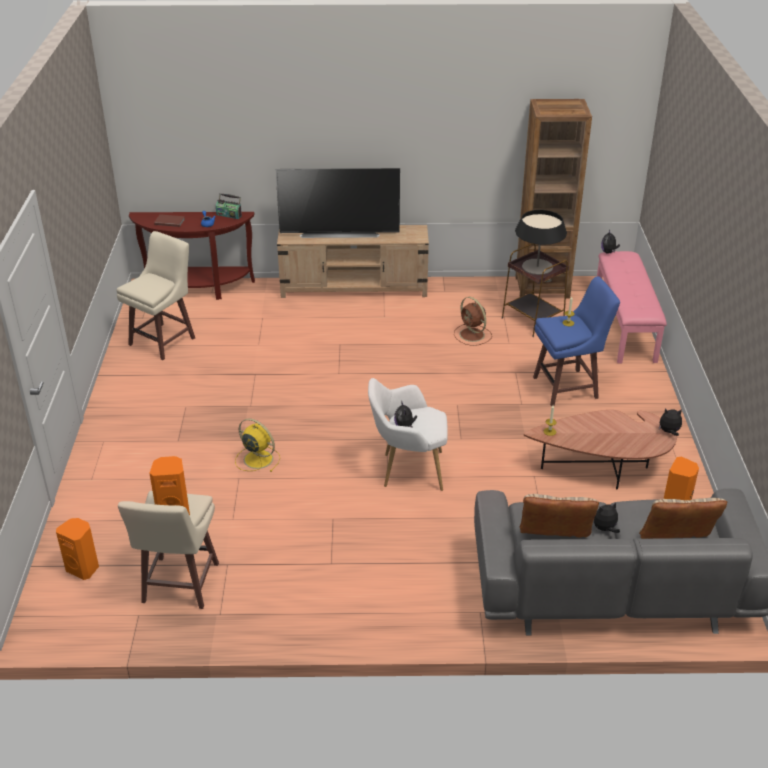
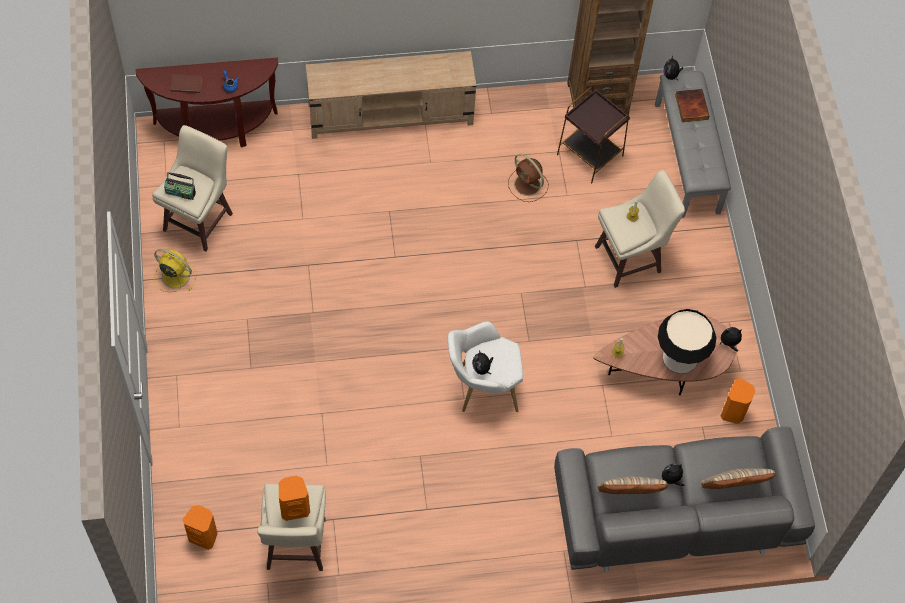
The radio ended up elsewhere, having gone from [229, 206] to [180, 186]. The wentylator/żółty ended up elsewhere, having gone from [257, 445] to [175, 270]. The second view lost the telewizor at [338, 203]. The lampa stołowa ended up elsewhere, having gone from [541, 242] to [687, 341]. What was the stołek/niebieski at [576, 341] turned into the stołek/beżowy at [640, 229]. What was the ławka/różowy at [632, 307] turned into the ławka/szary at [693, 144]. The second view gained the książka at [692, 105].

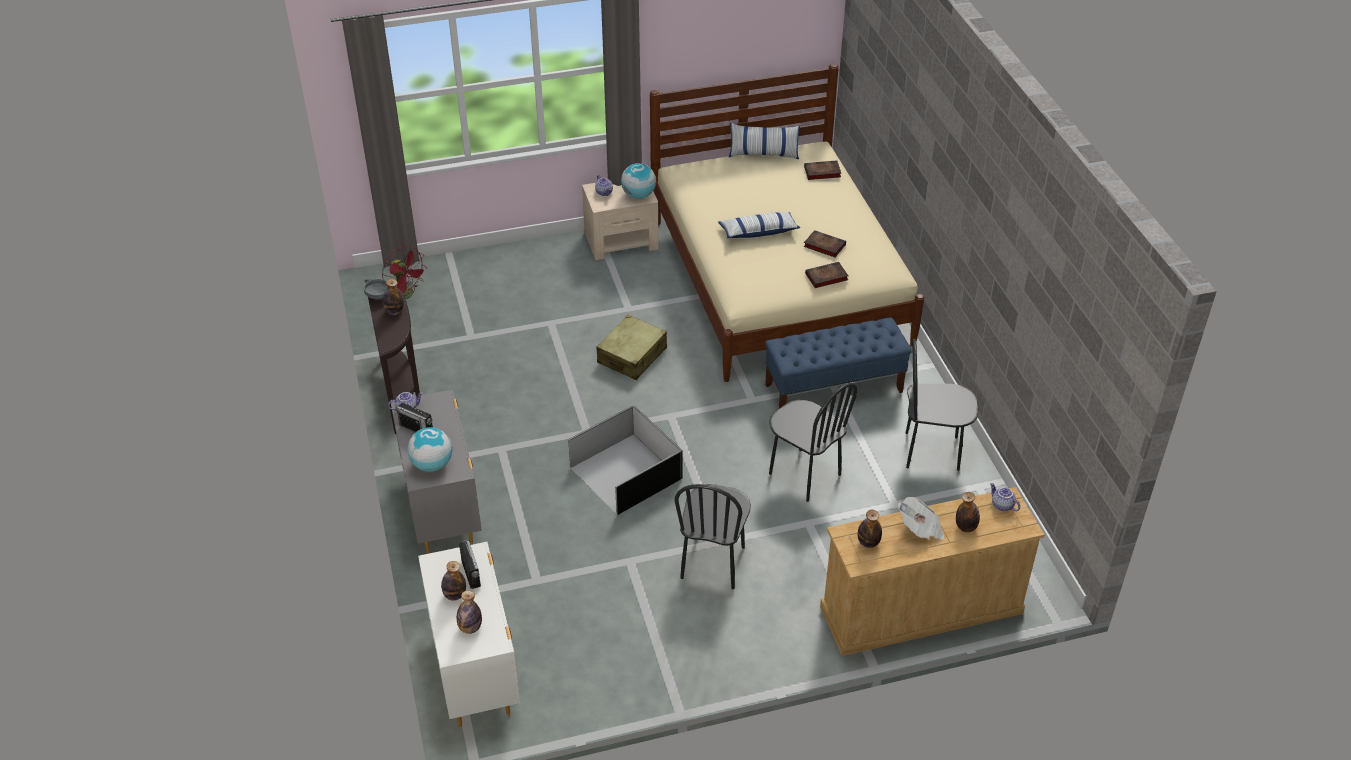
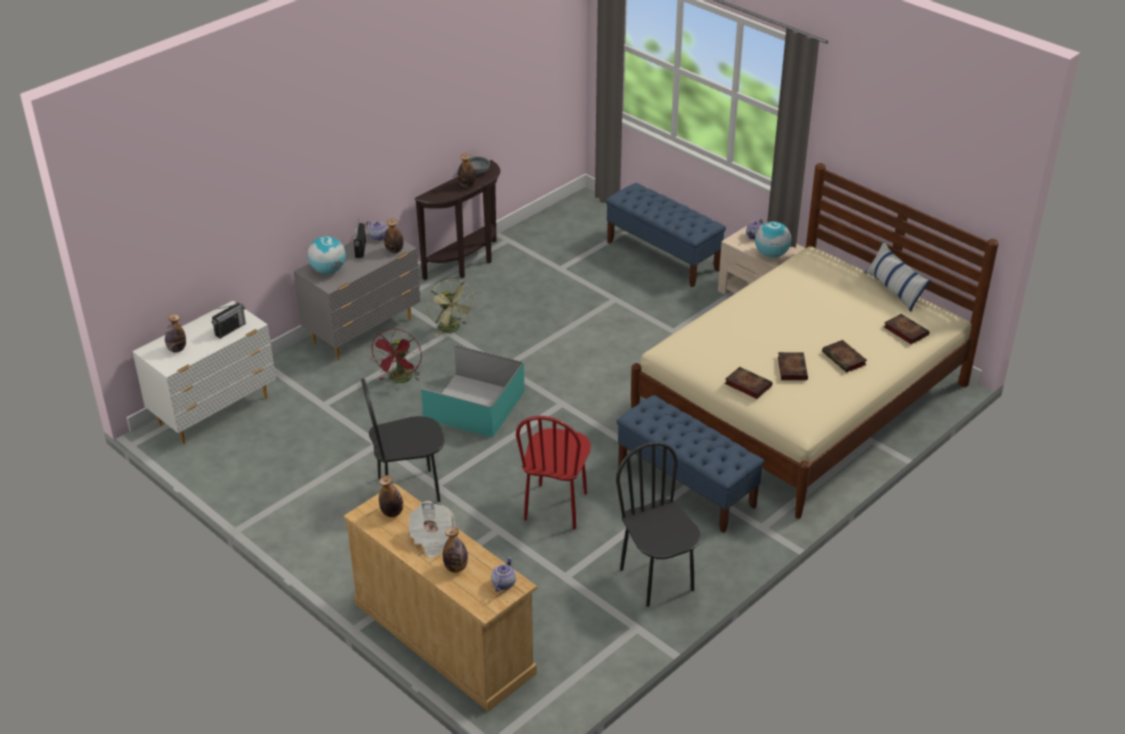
The wentylator/czerwony ended up elsewhere, having gone from [404, 272] to [396, 355]. The butelka ended up elsewhere, having gone from [453, 581] to [393, 236]. What was the pojemnik do przechowywania/czarny at [625, 460] turned into the pojemnik do przechowywania/turkusowy at [472, 391]. The second view lost the walizka/beżowy at [632, 347]. The second view lost the poduszka at [759, 225]. What was the krzesło/czarny at [813, 442] turned into the krzesło/czerwony at [553, 473]. The second view gained the wentylator/zielony at [451, 308]. The second view gained the ławka/niebieski at [666, 235]. The second view gained the książka at [844, 356].

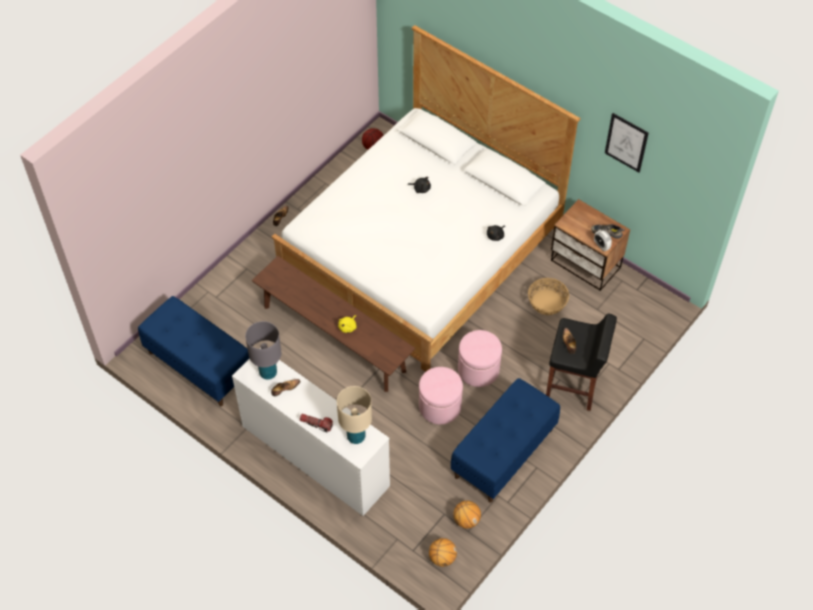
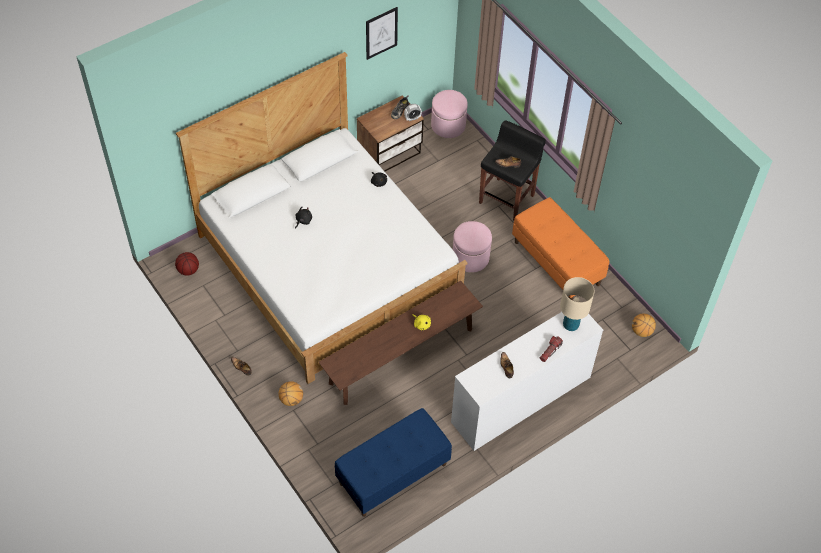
The second view lost the lampa stołowa/szary at [263, 350]. The pufa/różowy ended up elsewhere, having gone from [441, 396] to [449, 114]. What was the ławka/niebieski at [505, 440] turned into the ławka/pomarańczowy at [560, 248]. The piłka do koszykówki ended up elsewhere, having gone from [467, 515] to [290, 393]. The second view lost the koszyk at [548, 296].

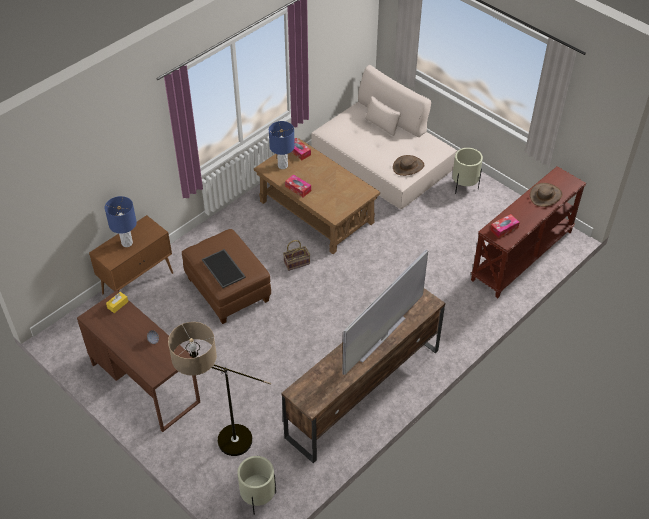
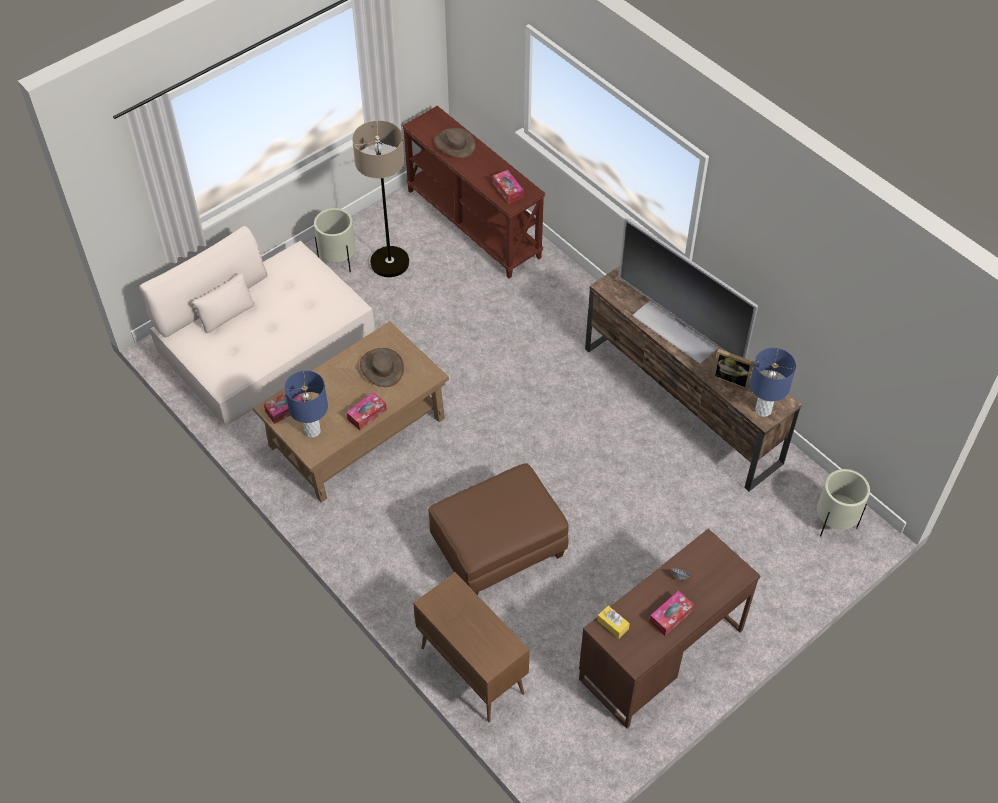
The lampa stołowa/niebieski ended up elsewhere, having gone from [121, 221] to [773, 382]. The lampa stojąca ended up elsewhere, having gone from [219, 389] to [380, 198]. The second view lost the taca at [224, 268]. The second view lost the koszyk at [296, 255]. The kapelusz/brązowy ended up elsewhere, having gone from [408, 165] to [382, 367]. The second view gained the pudełko chusteczek at [671, 613]. The second view gained the ramka na zdjęcie at [733, 370].

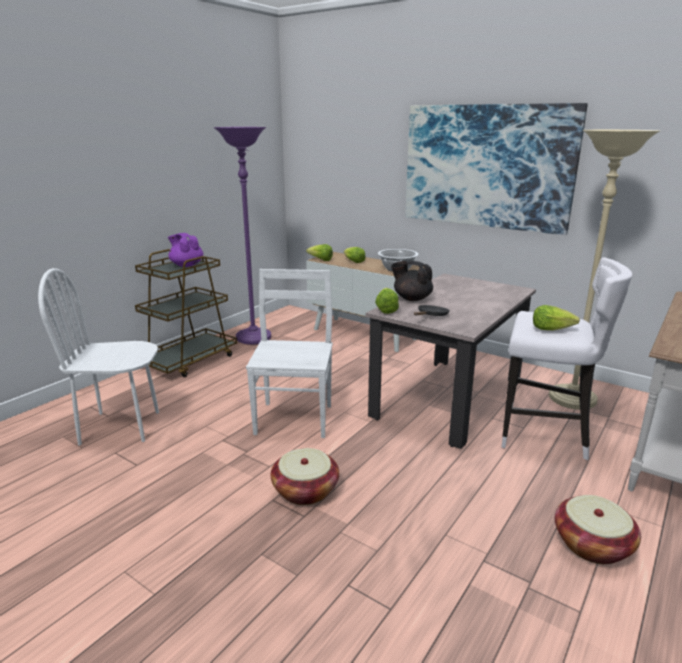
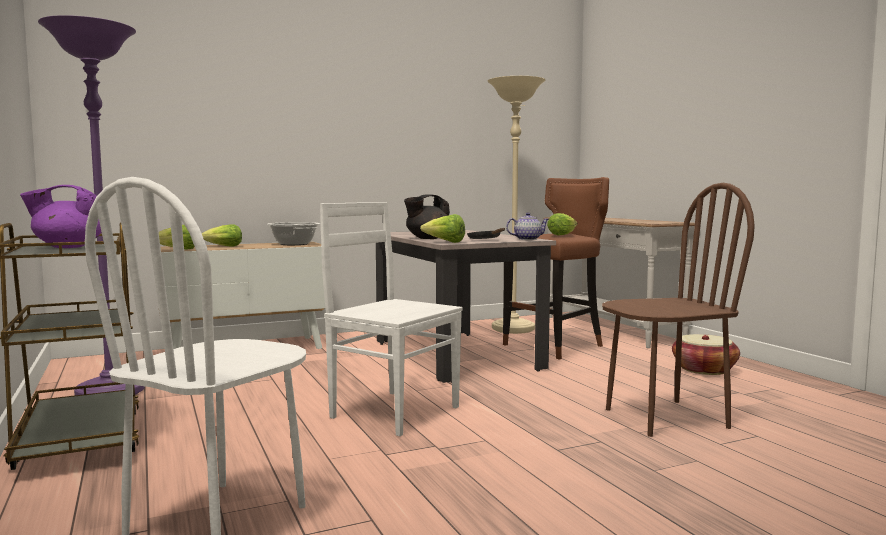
The second view lost the koszyk at [305, 476]. The second view lost the obraz at [496, 169]. What was the stołek/biały at [567, 359] turned into the stołek/brązowy at [556, 268]. The second view gained the imbryk at [527, 226]. The second view gained the krzesło/brązowy at [678, 310].

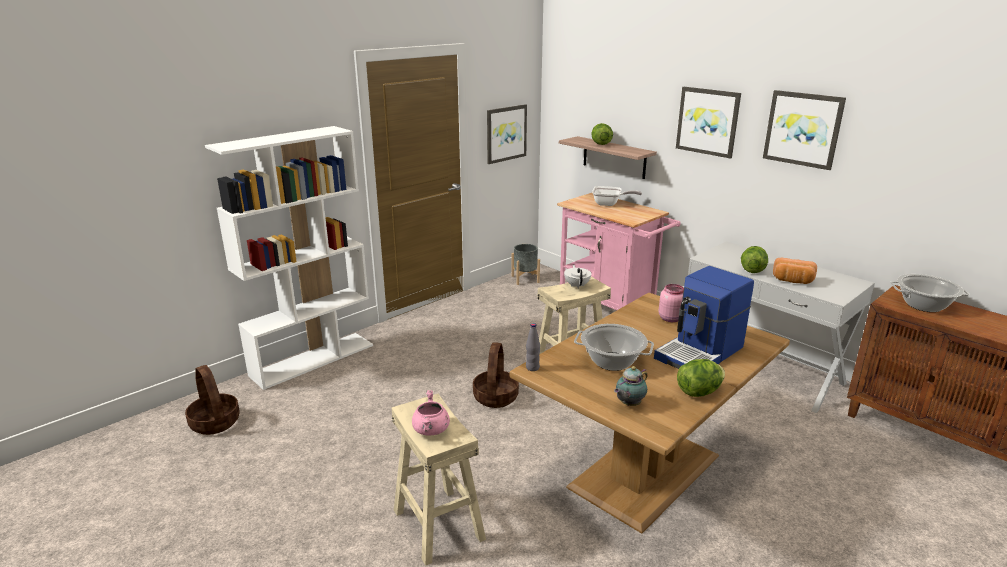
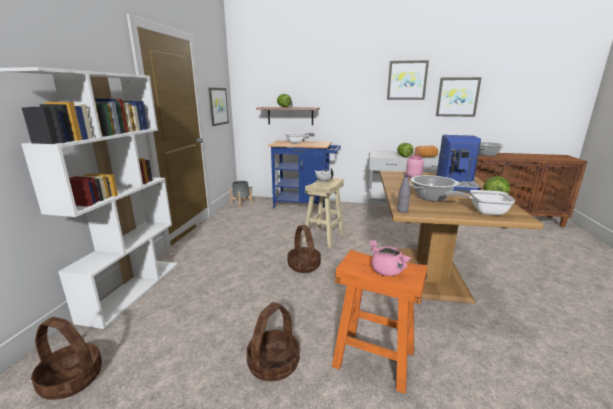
What was the stołek/beżowy at [439, 479] turned into the stołek/pomarańczowy at [379, 322]. What was the wózek/różowy at [619, 251] turned into the wózek/niebieski at [304, 174]. Where the imbryk stood at [630, 386], the patelnia came to stand at [480, 202]. The obraz ended up elsewhere, having gone from [708, 123] to [459, 97]. The second view gained the koszyk at [273, 342].

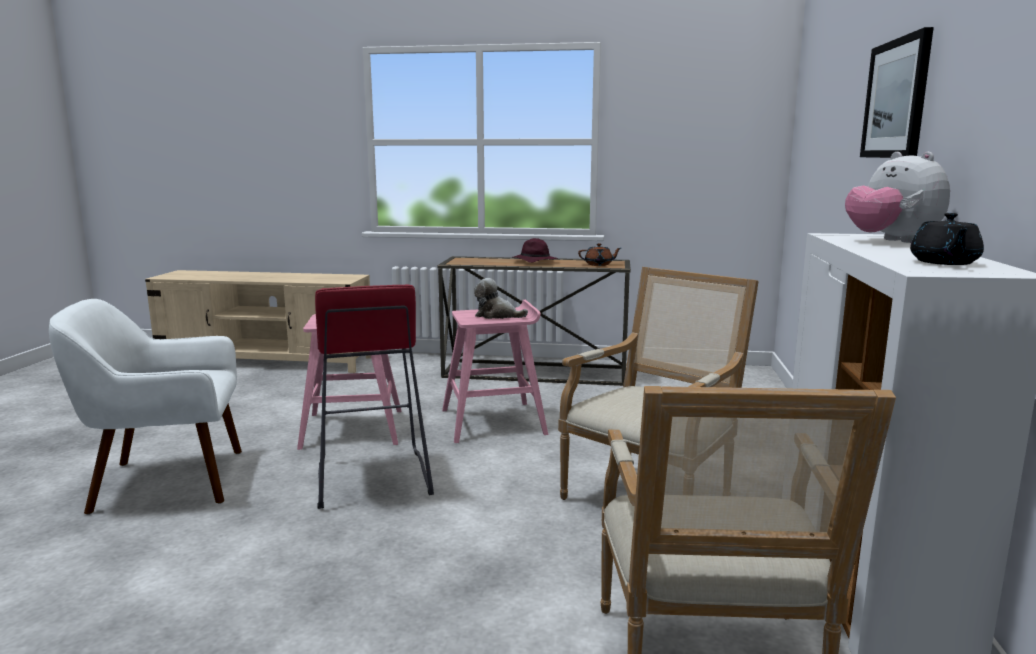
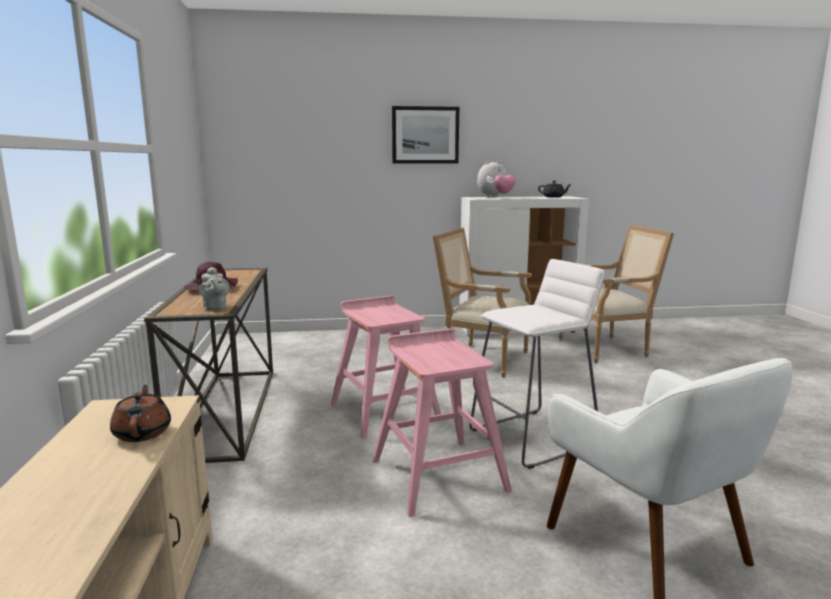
What was the stołek/czerwony at [374, 396] turned into the stołek/biały at [536, 364]. The second view lost the pluszak at [501, 298]. The imbryk/brązowy ended up elsewhere, having gone from [599, 254] to [140, 413]. The second view gained the imbryk/szary at [214, 288].

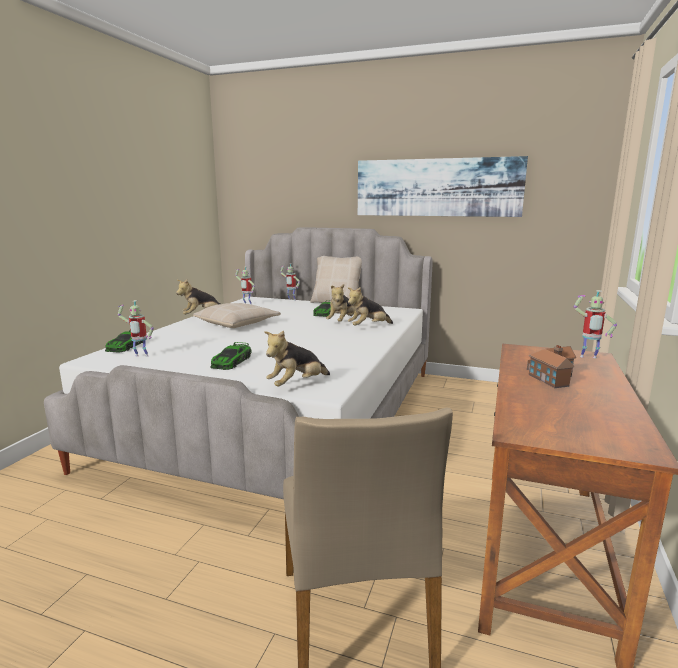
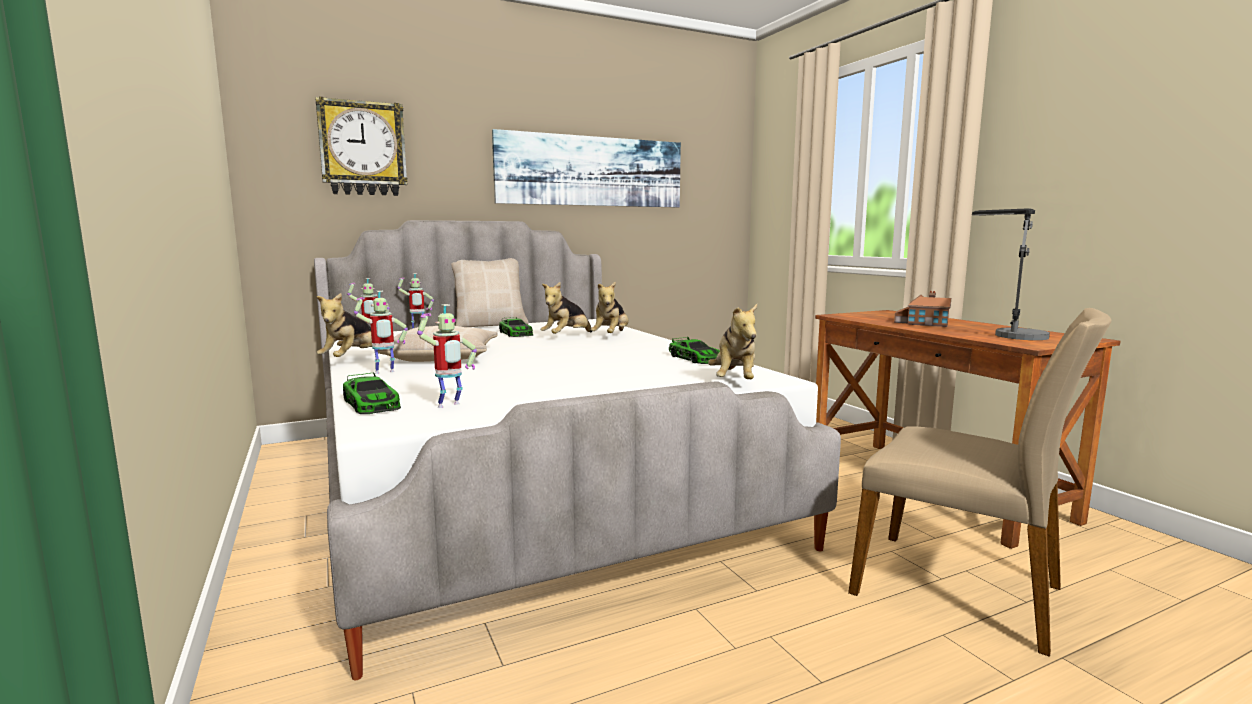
The samochodzik ended up elsewhere, having gone from [230, 356] to [694, 350]. The pluszak at [340, 303] ended up facing another way, 60 degrees clockwise from before. The robot zabawkowy ended up elsewhere, having gone from [595, 324] to [381, 332]. The second view gained the zegar ścienny at [361, 146]. The second view gained the lampa stołowa at [1011, 274].

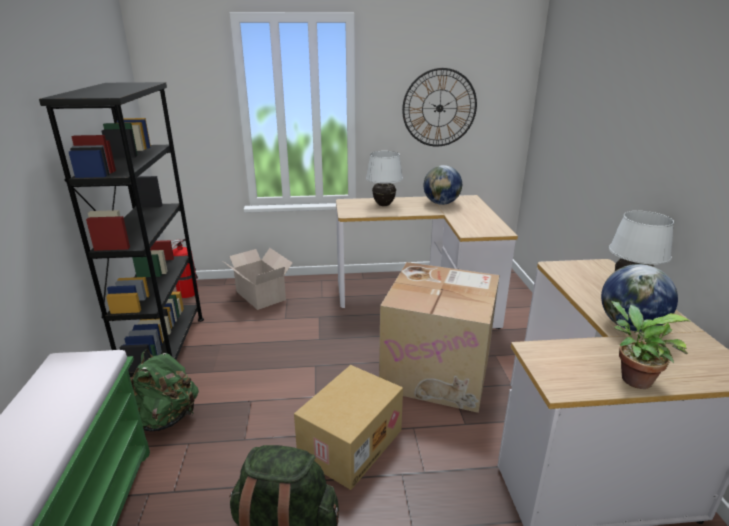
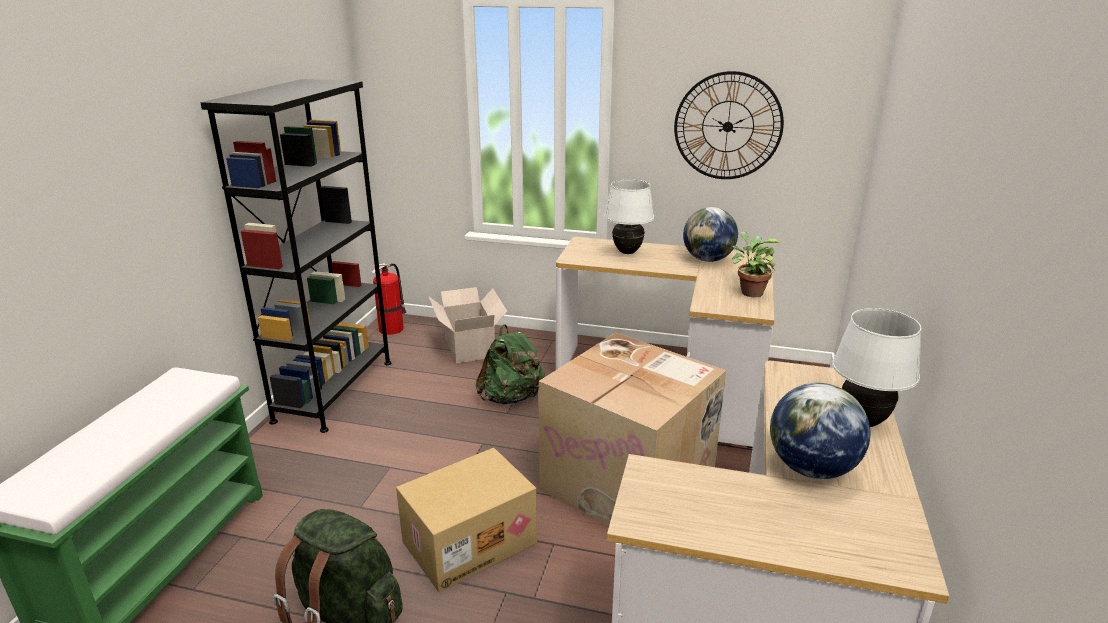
The plecak/zielony ended up elsewhere, having gone from [165, 390] to [510, 364]. The roślina doniczkowa ended up elsewhere, having gone from [650, 345] to [756, 264].

